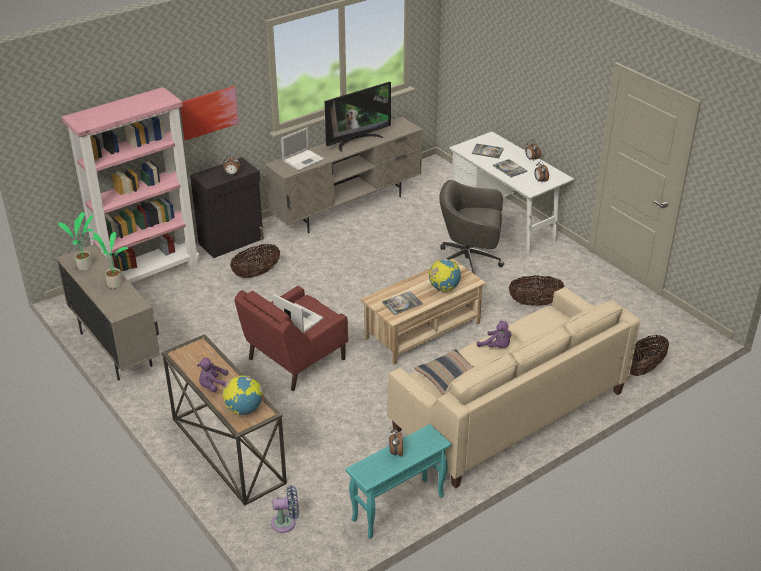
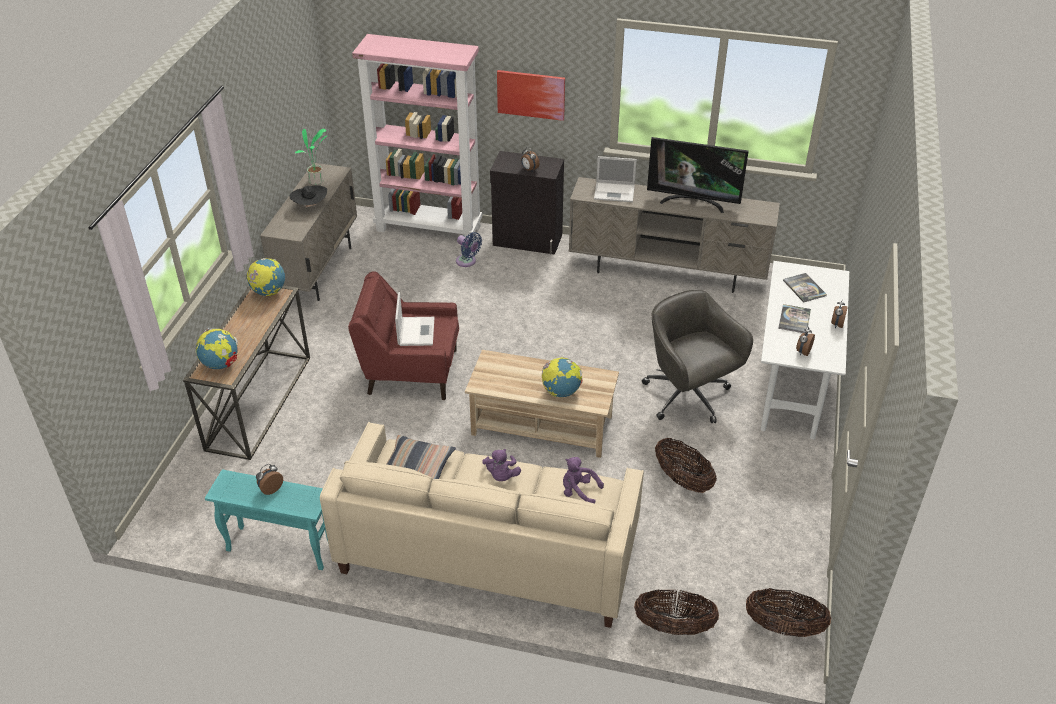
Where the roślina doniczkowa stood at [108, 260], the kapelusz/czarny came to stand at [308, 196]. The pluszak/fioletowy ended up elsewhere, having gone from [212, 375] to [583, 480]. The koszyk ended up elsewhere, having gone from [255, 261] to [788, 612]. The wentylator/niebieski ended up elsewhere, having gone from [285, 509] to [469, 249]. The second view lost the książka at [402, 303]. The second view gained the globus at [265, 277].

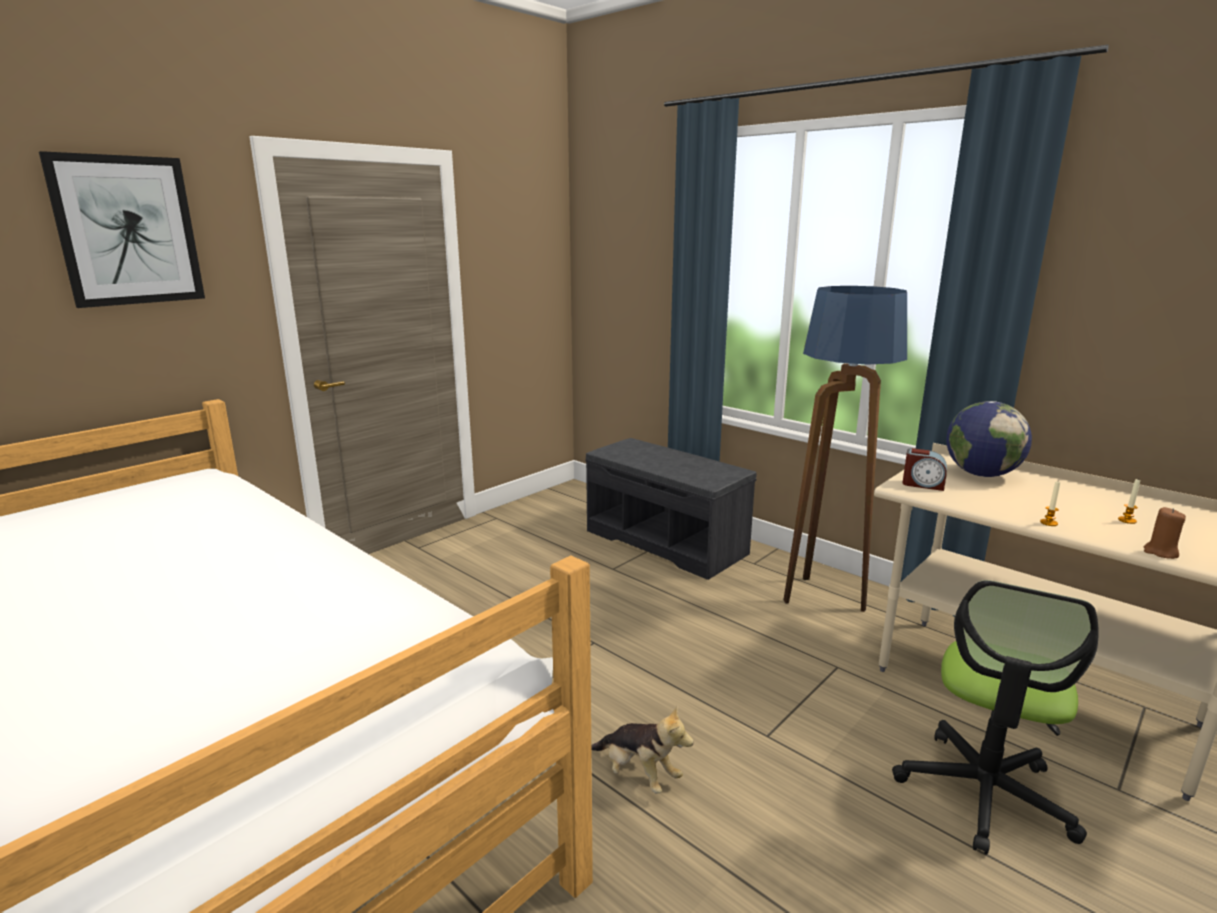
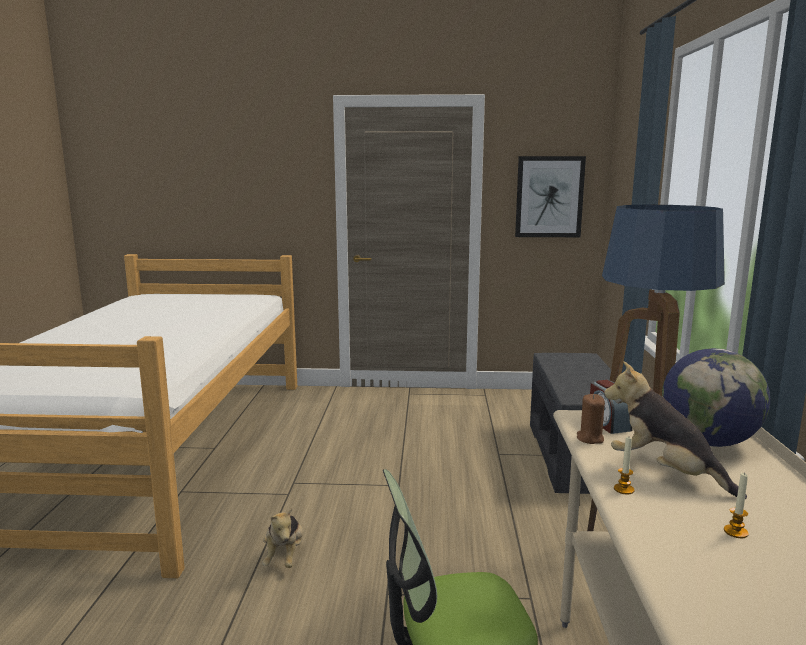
The obraz ended up elsewhere, having gone from [122, 229] to [550, 196]. The świeca/brązowy ended up elsewhere, having gone from [1165, 533] to [591, 419]. The second view gained the pluszak at [675, 430].

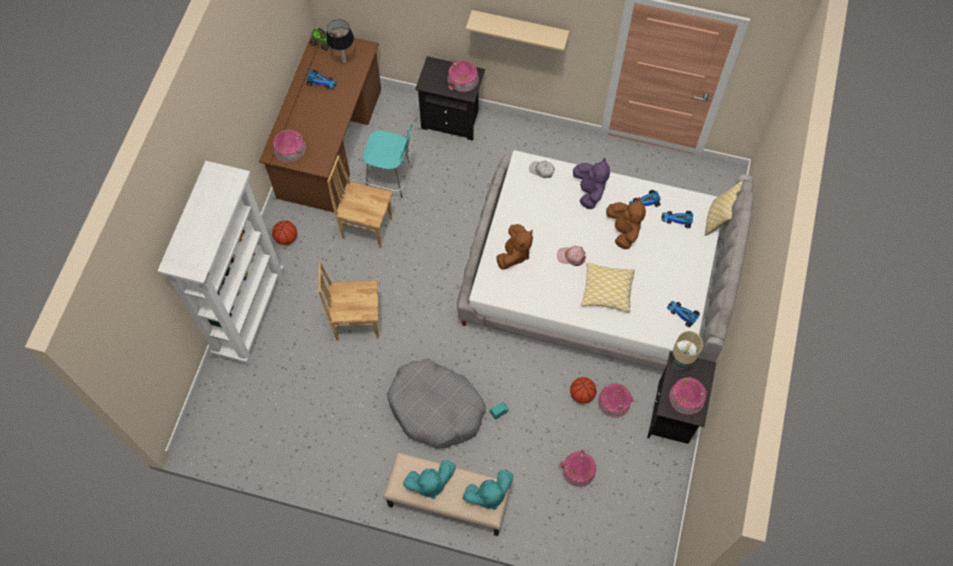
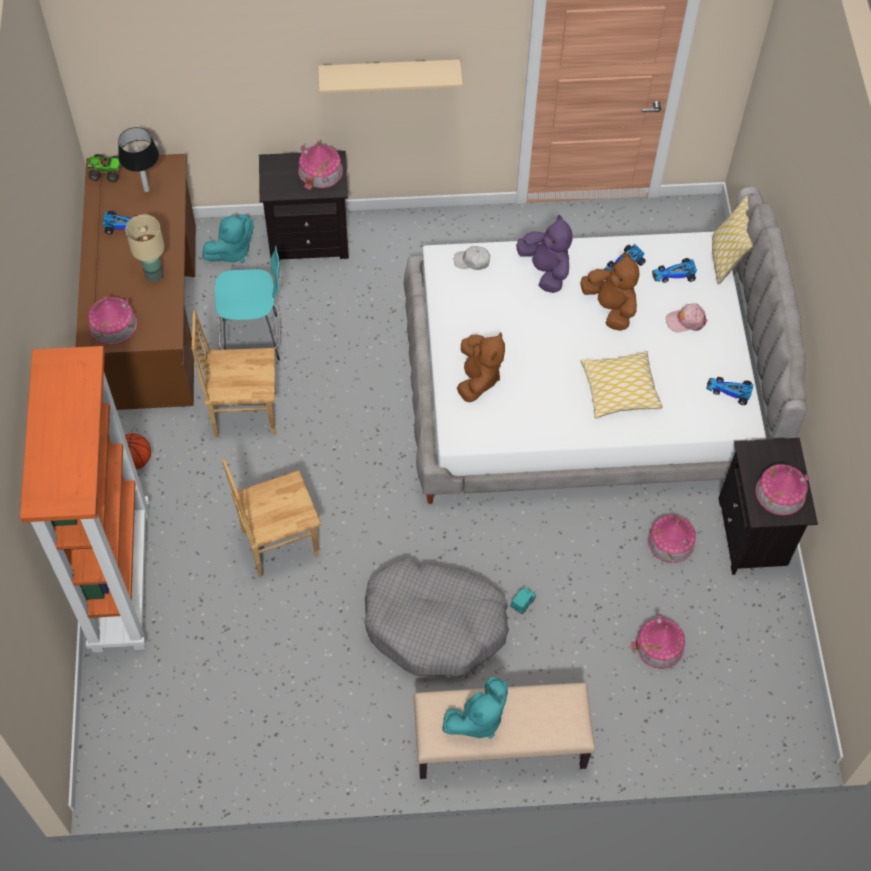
What was the regał/biały at [220, 263] turned into the regał/pomarańczowy at [84, 499]. The pluszak/turkusowy ended up elsewhere, having gone from [488, 489] to [228, 238]. The czapka z daszkiem/różowy ended up elsewhere, having gone from [571, 256] to [686, 317]. The second view lost the piłka do koszykówki at [583, 390]. The lampa stołowa/beżowy ended up elsewhere, having gone from [688, 351] to [145, 248].

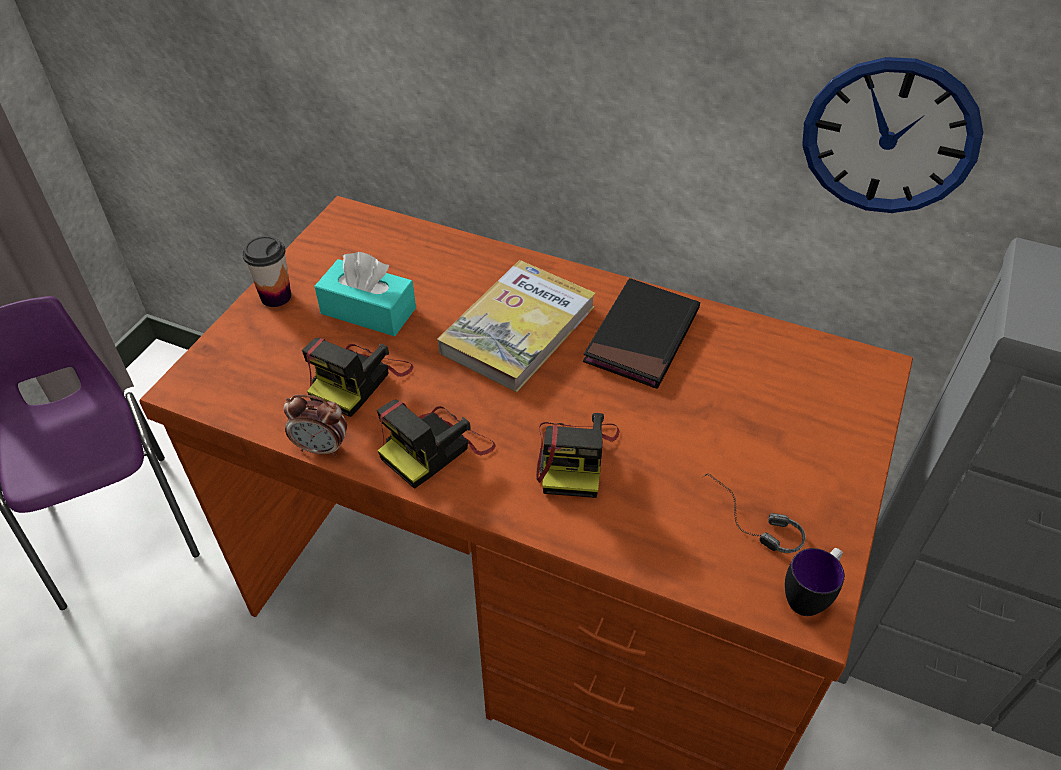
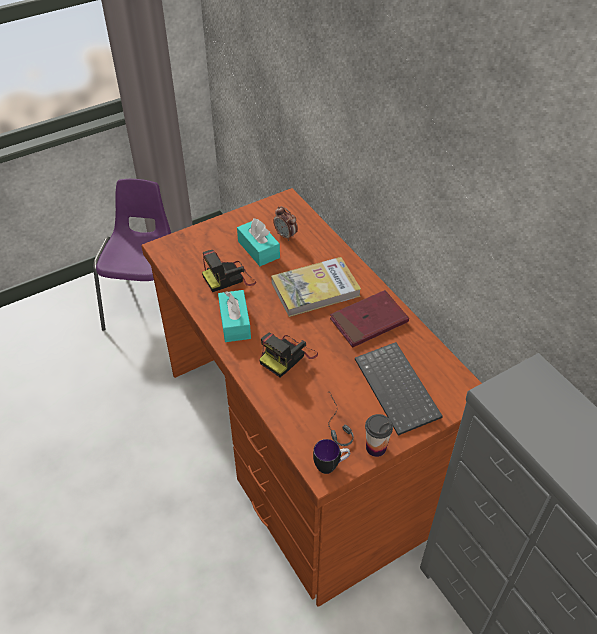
The filiżanka ended up elsewhere, having gone from [266, 271] to [379, 435]. The budzik ended up elsewhere, having gone from [315, 425] to [285, 223]. Where the aparat fotograficzny stood at [436, 444], the pudełko chusteczek/turkusowy came to stand at [234, 316]. What was the książka/czarny at [641, 333] turned into the książka/czerwony at [369, 319]. The second view lost the zegar ścienny at [892, 135]. The second view gained the klawiatura at [399, 388].

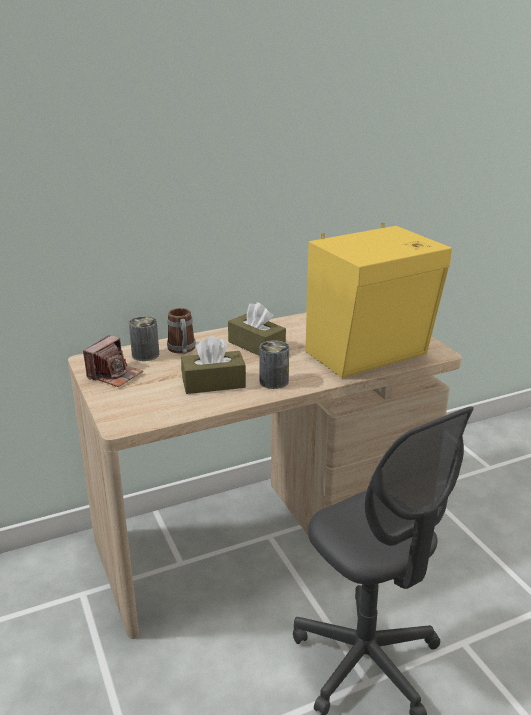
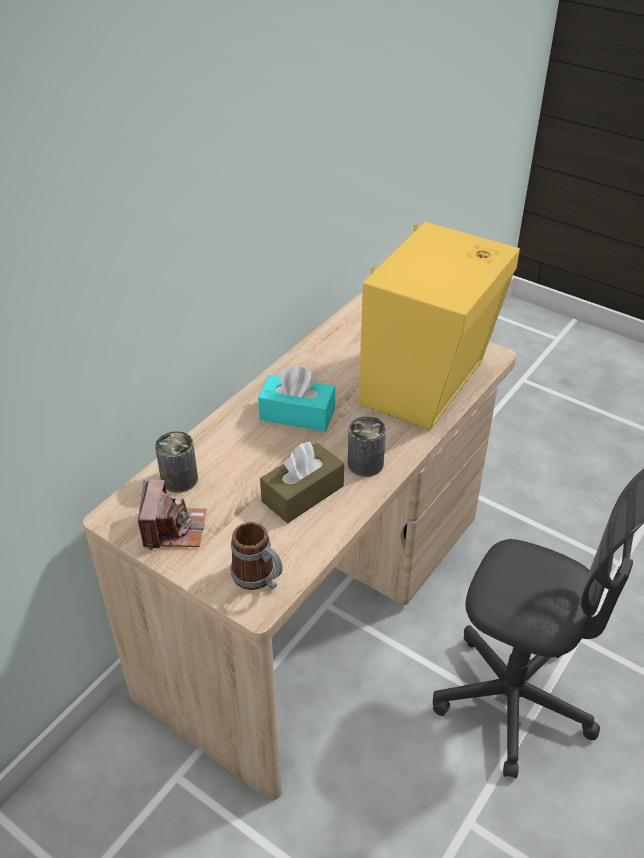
The kubek ended up elsewhere, having gone from [181, 331] to [257, 556]. What was the pudełko chusteczek/brązowy at [257, 329] turned into the pudełko chusteczek/turkusowy at [296, 399].

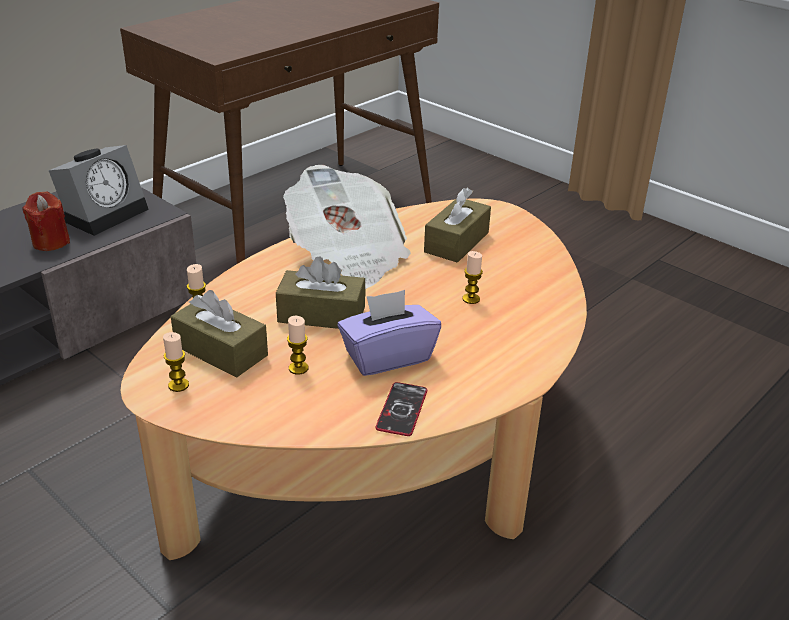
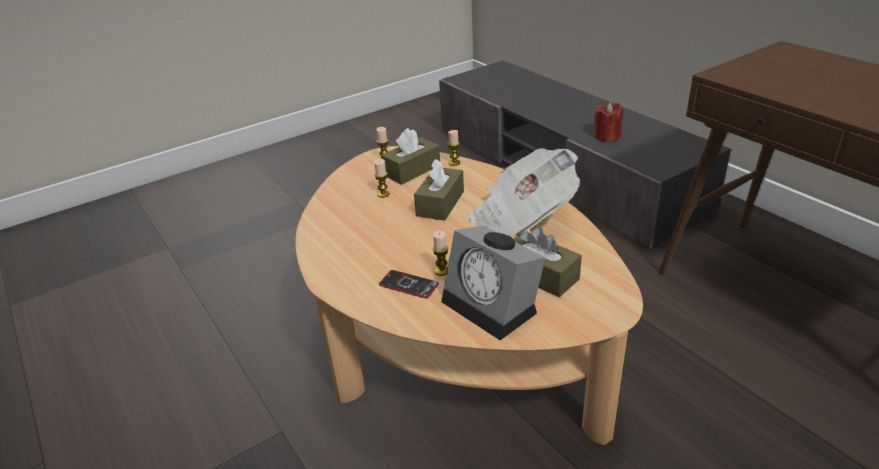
The budzik ended up elsewhere, having gone from [98, 190] to [493, 282]. The second view lost the pudełko chusteczek/fioletowy at [389, 333]. The telefon ended up elsewhere, having gone from [401, 409] to [409, 284].

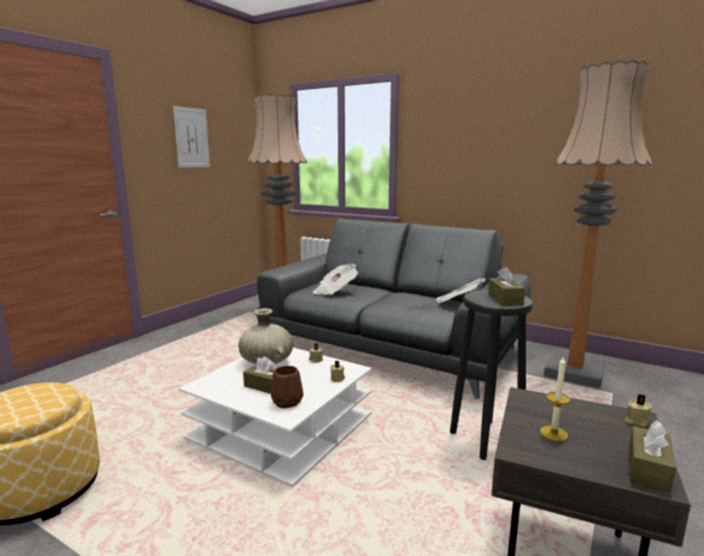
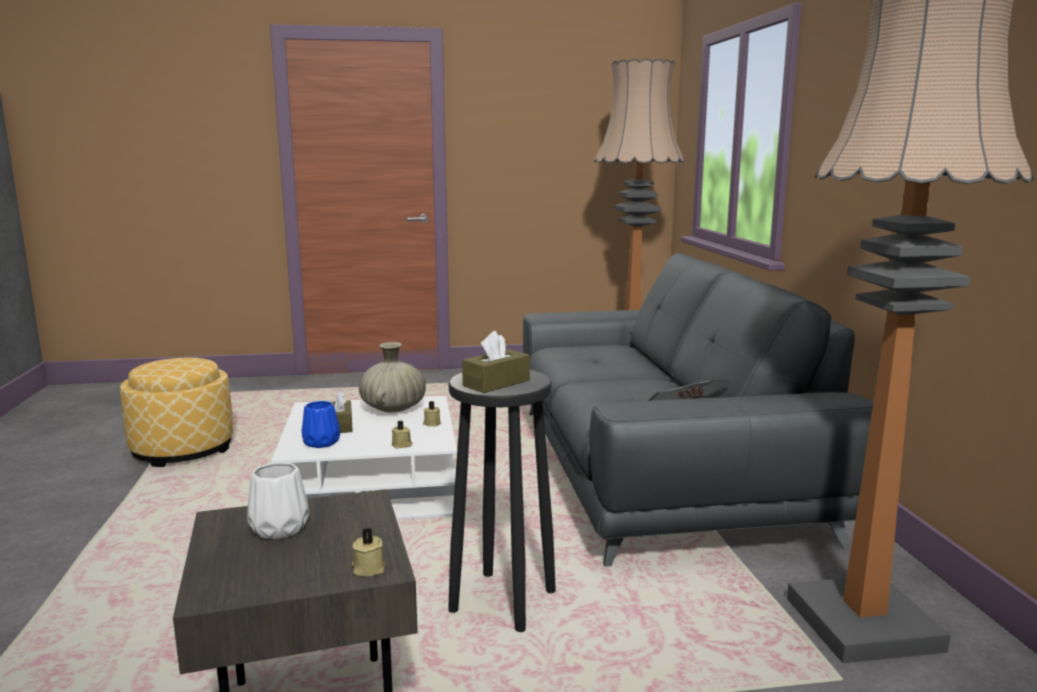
The second view lost the obraz at [191, 137]. What was the wazon/brązowy at [287, 387] turned into the wazon/niebieski at [320, 424]. The second view lost the gazeta at [335, 279]. Where the świeca stood at [555, 398], the wazon/biały came to stand at [278, 500]. The second view lost the pudełko chusteczek/brązowy at [652, 456].

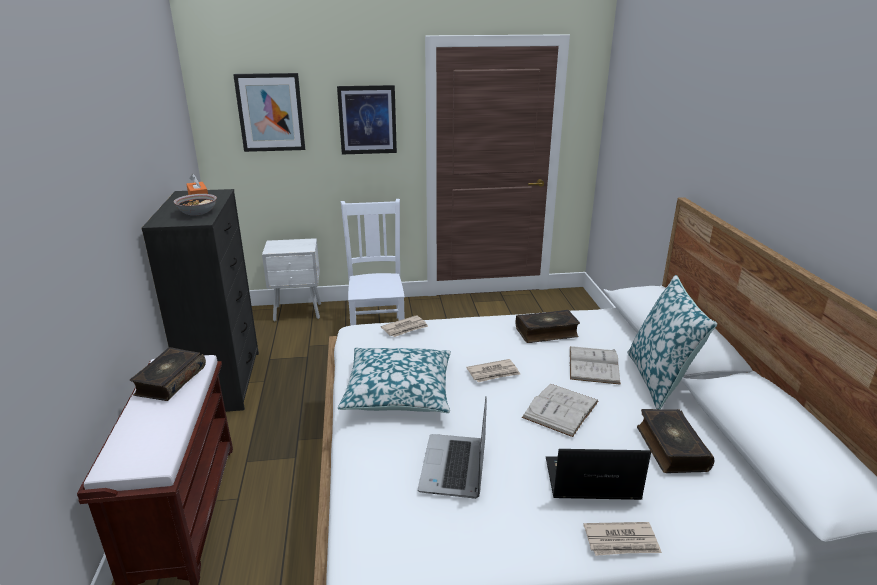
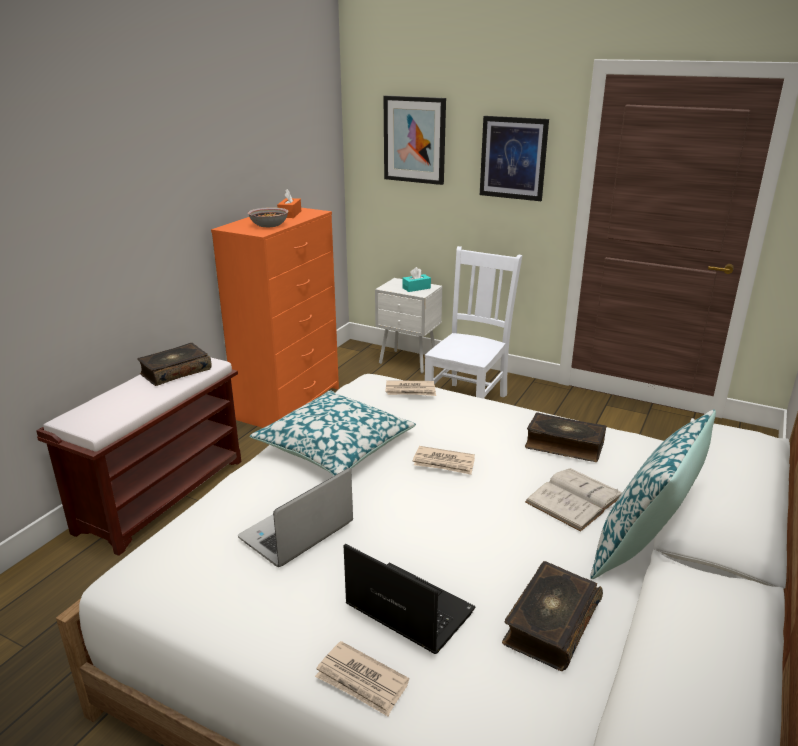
What was the komoda/czarny at [200, 300] turned into the komoda/pomarańczowy at [275, 317]. The second view lost the książka/biały at [560, 410]. The second view gained the pudełko chusteczek/turkusowy at [416, 279].

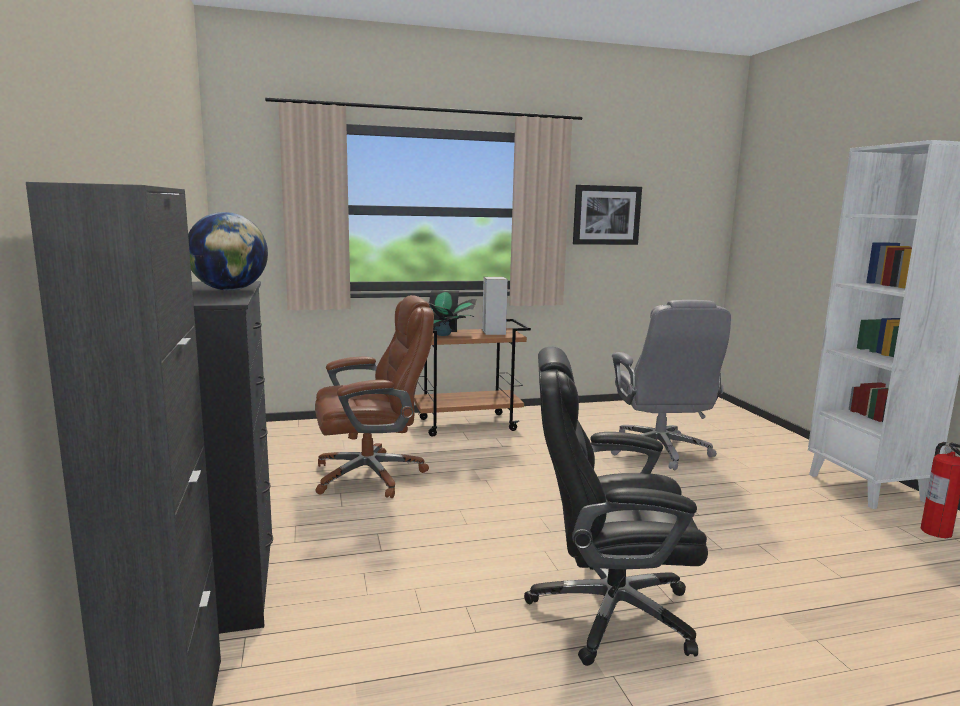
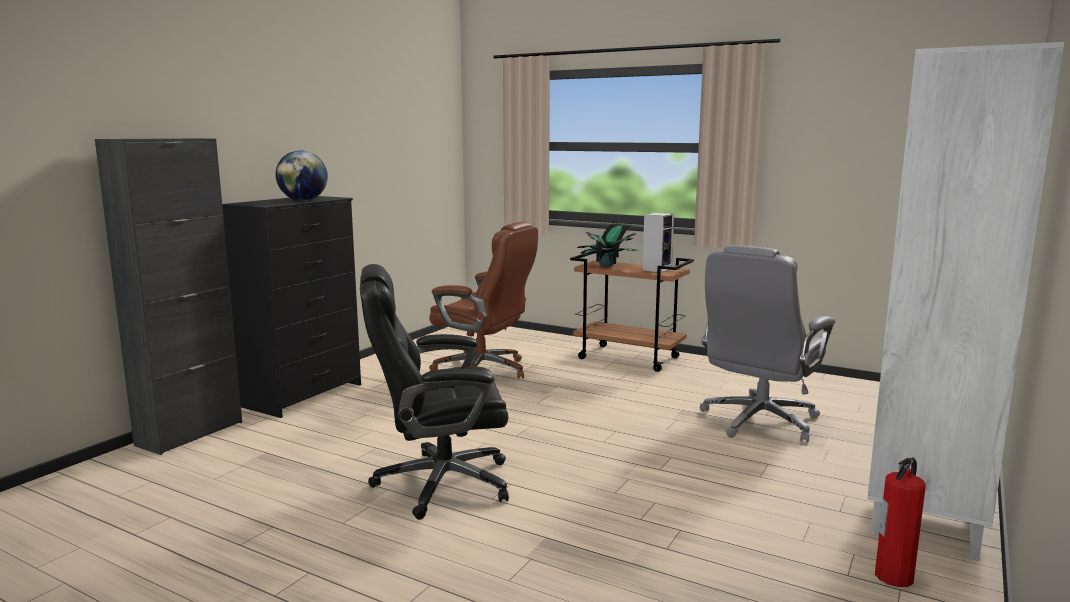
The krzesło biurowe/czarny at [616, 506] ended up facing another way, 60 degrees counterclockwise from before. The second view lost the obraz at [607, 215].

